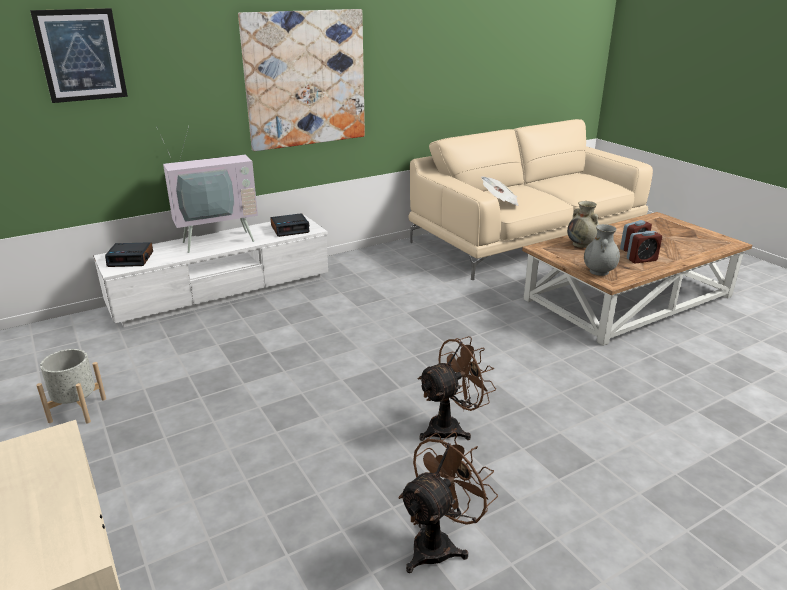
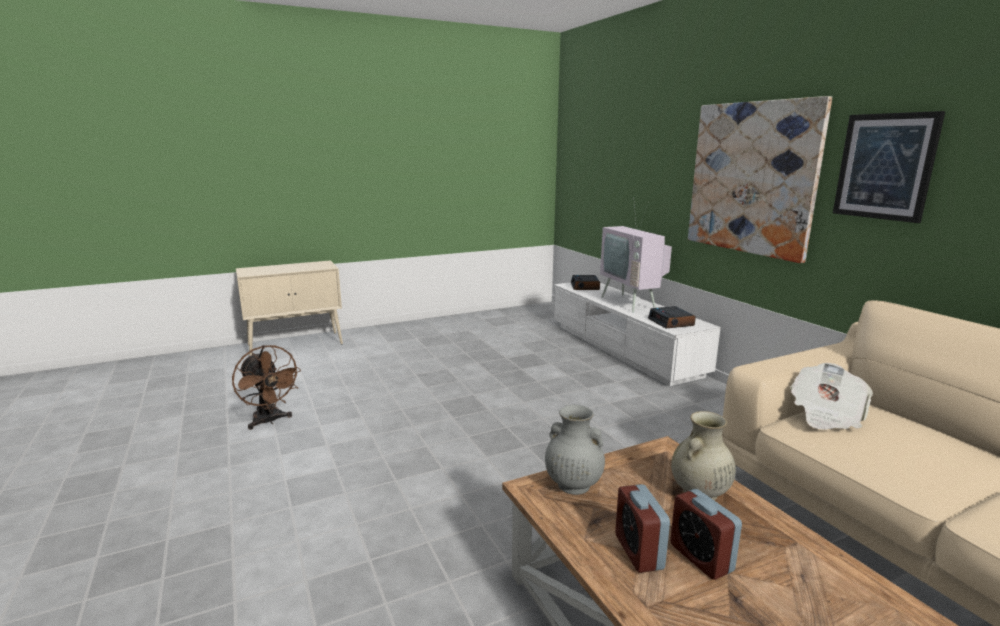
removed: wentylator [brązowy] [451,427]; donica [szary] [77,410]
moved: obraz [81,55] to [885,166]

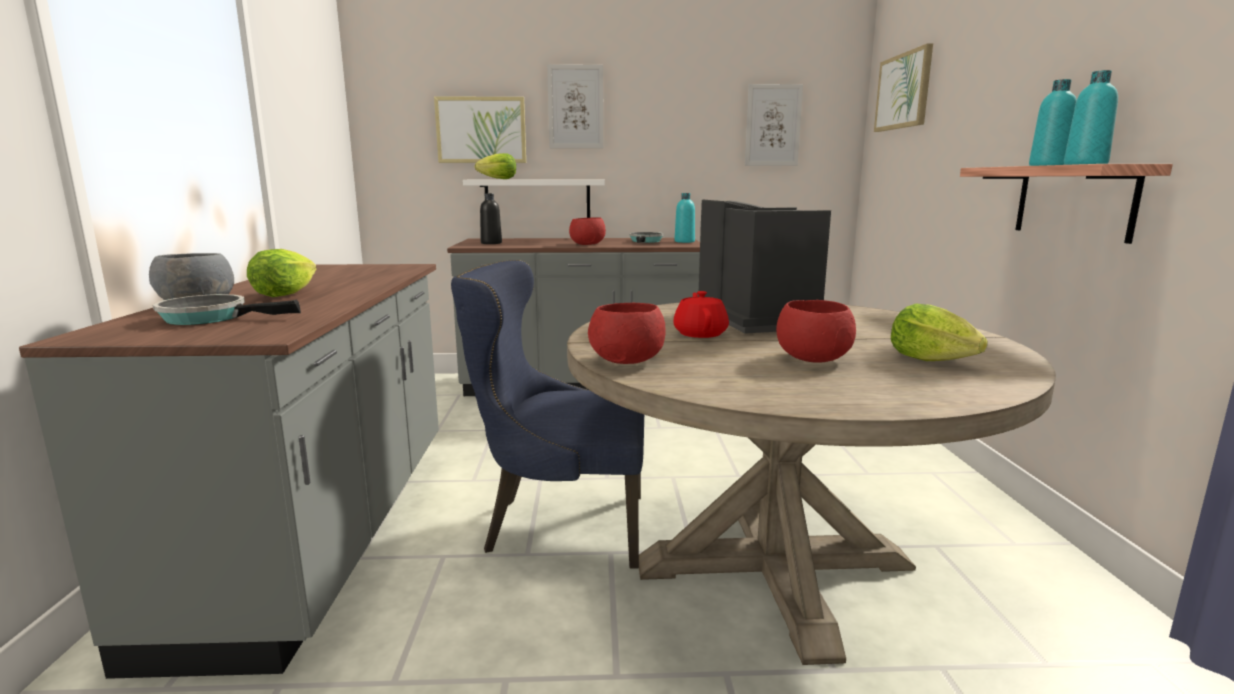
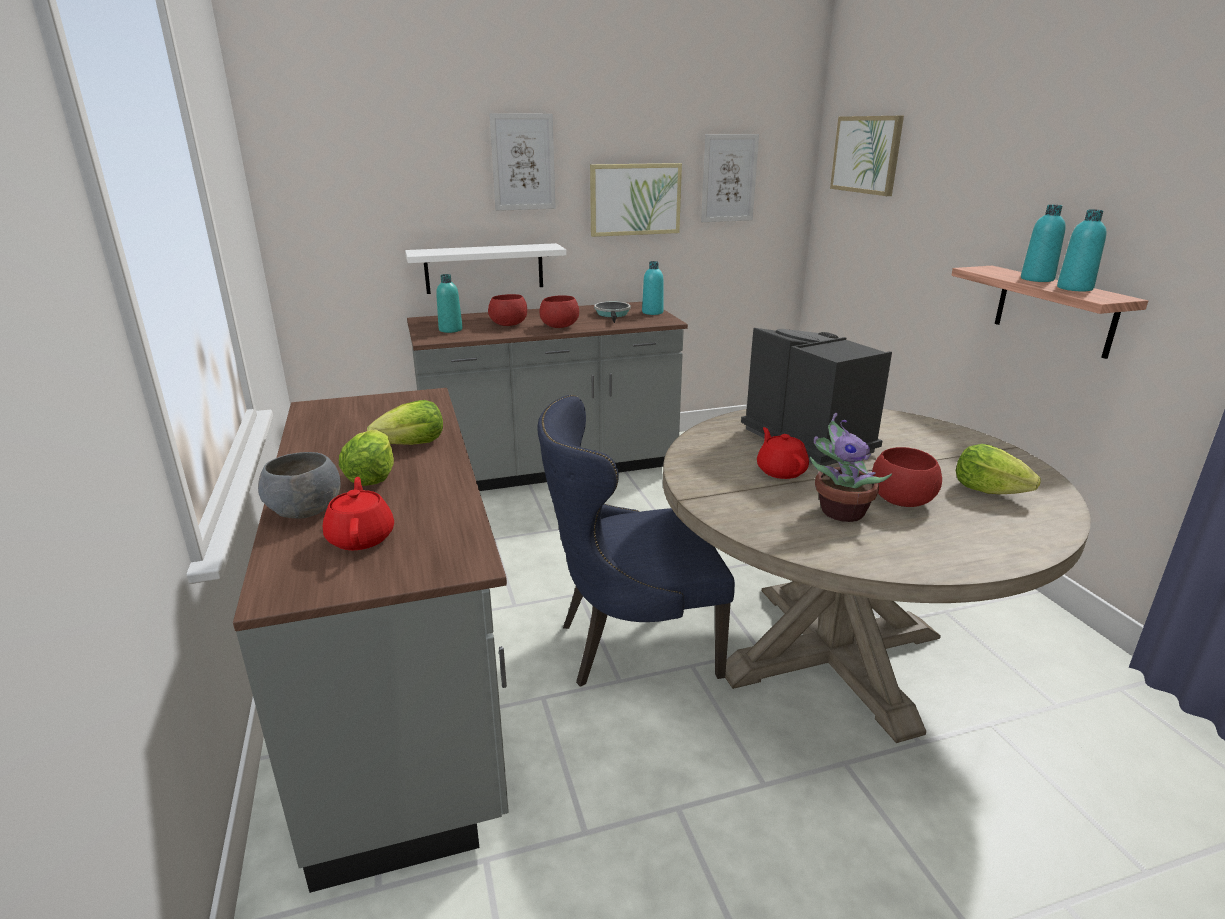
added: roślina doniczkowa [839,511]
moved: obraz [481,130] to [635,199]; sałata [498,179] to [412,445]; miska [czerwony] [626,360] to [508,324]
replaced: patelnia [211,318] to imbryk [czerwony] [361,537]
recoloured: butelka [czarny] [491,243] to butelka [turkusowy] [450,330]

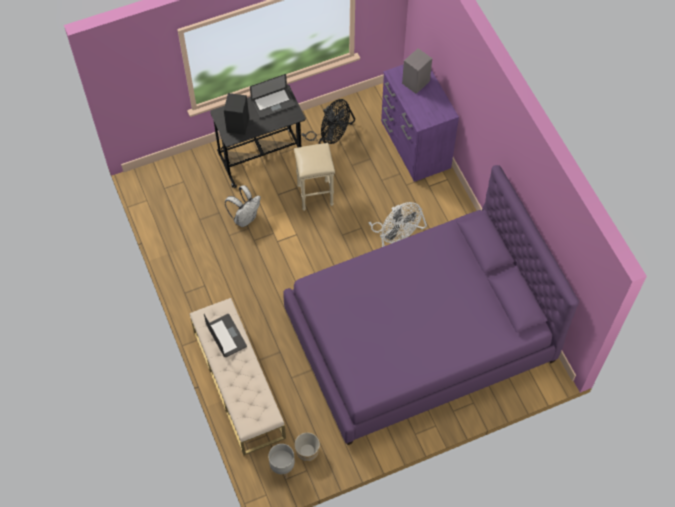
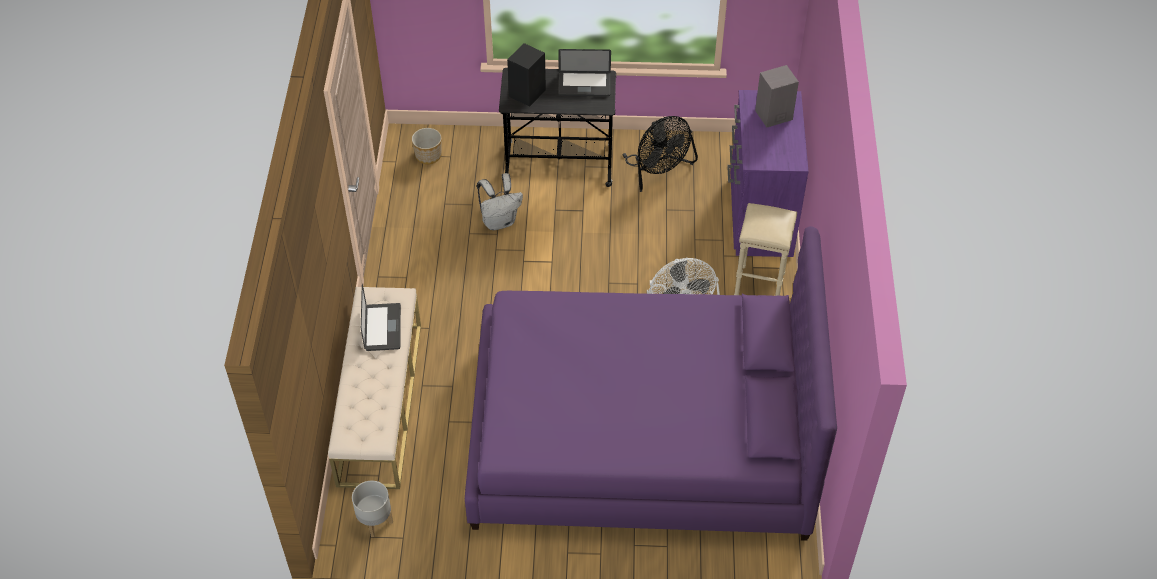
moved: stołek [beżowy] [314,196] to [758,286]; donica [307,451] to [428,155]

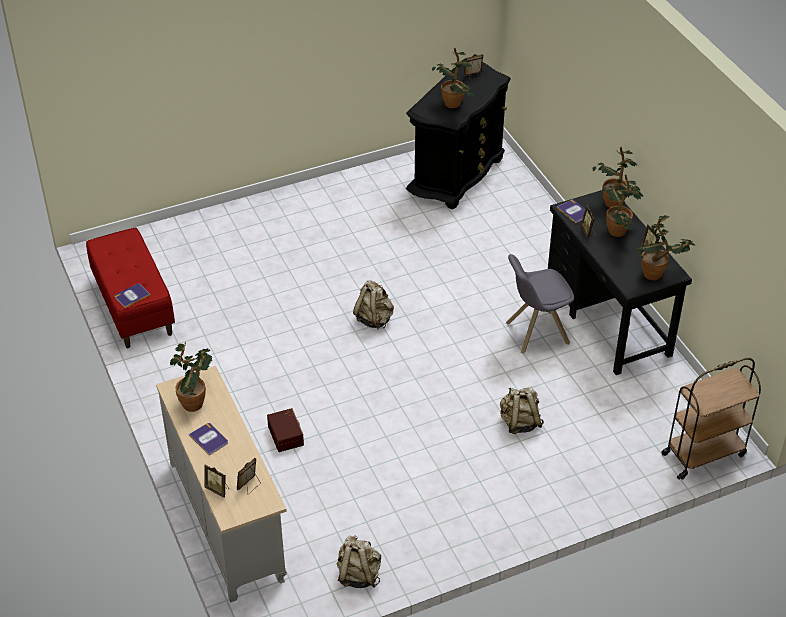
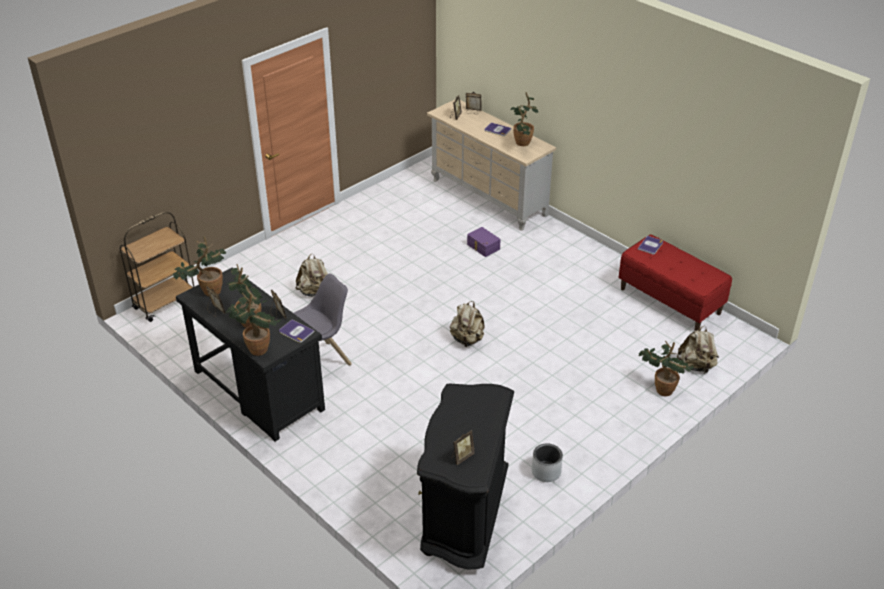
added: donica [szary] [546,472]
moved: roślina doniczkowa [453,106] to [661,388]; plecak [beżowy] [358,575] to [696,366]
recoloured: pojemnik do przechowywania [brązowy] [286,435] to pojemnik do przechowywania [fioletowy] [483,247]

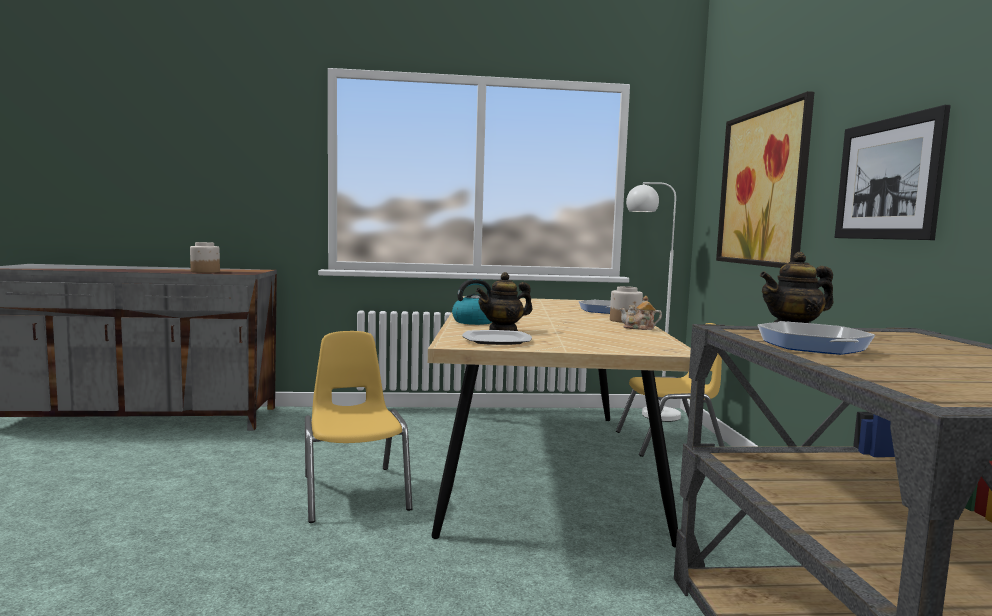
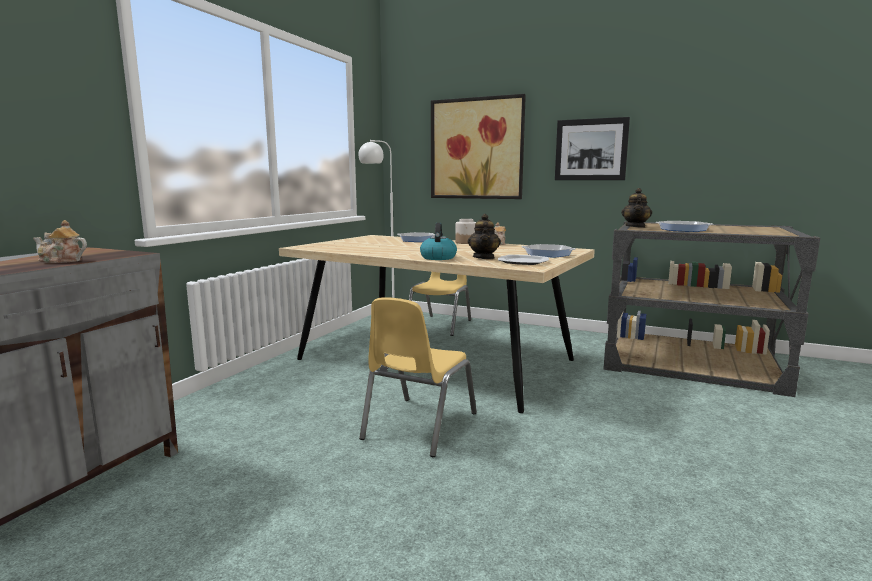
added: patelnia [547,254]
replaced: słoik [205,271] to imbryk [61,261]
turned: krzesło [żółty] [354,492] = [418,426] 75 degrees counterclockwise

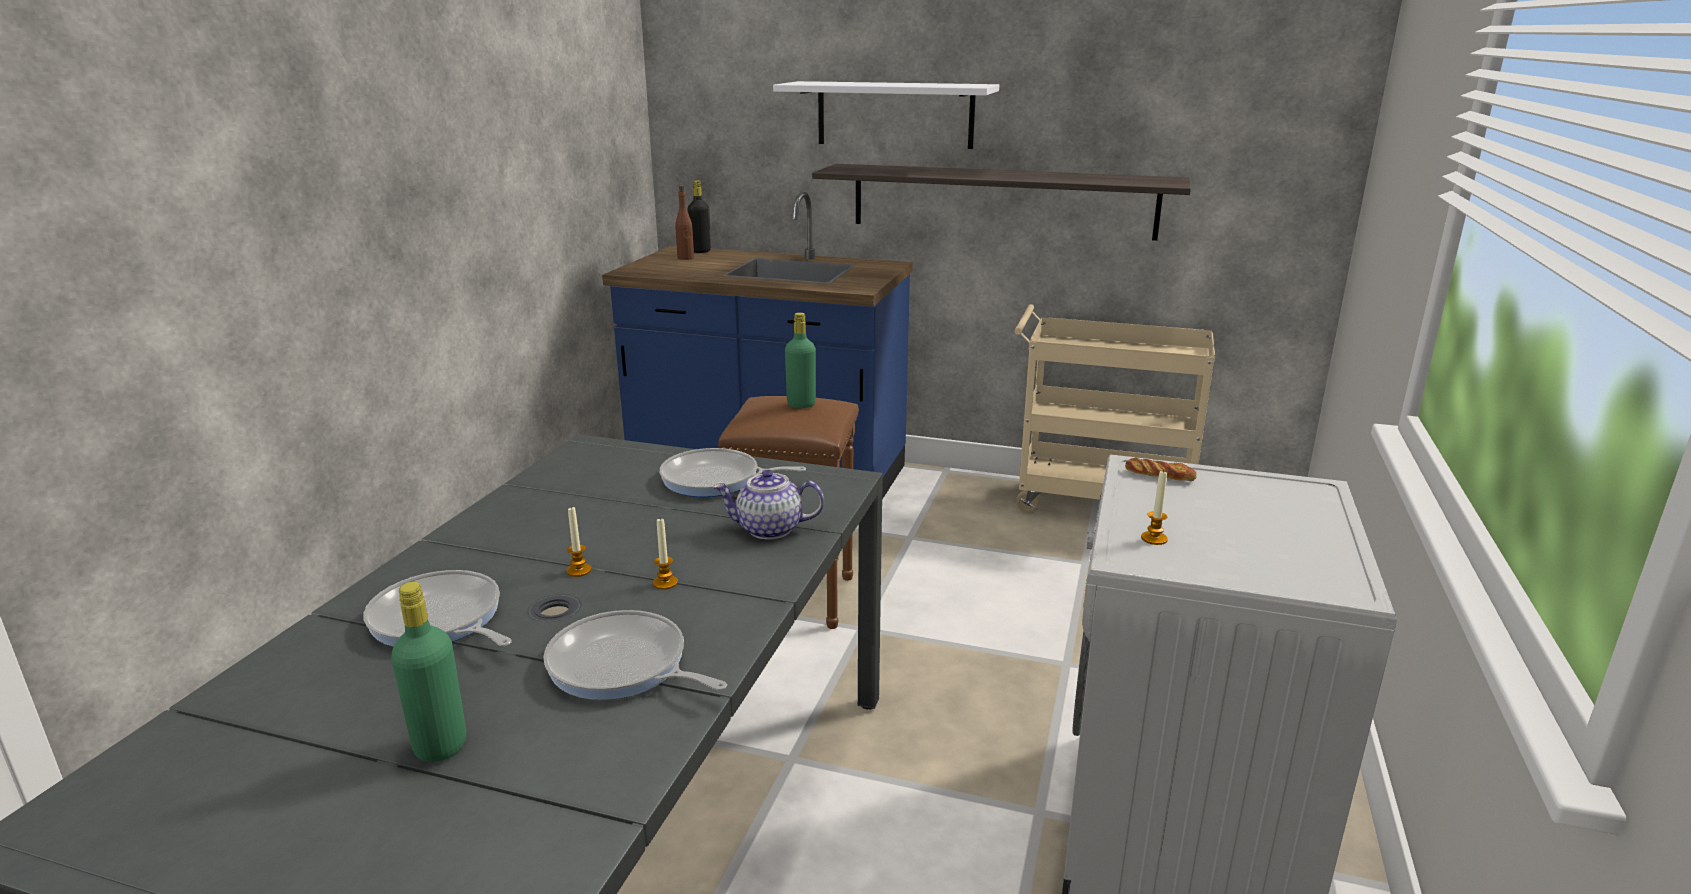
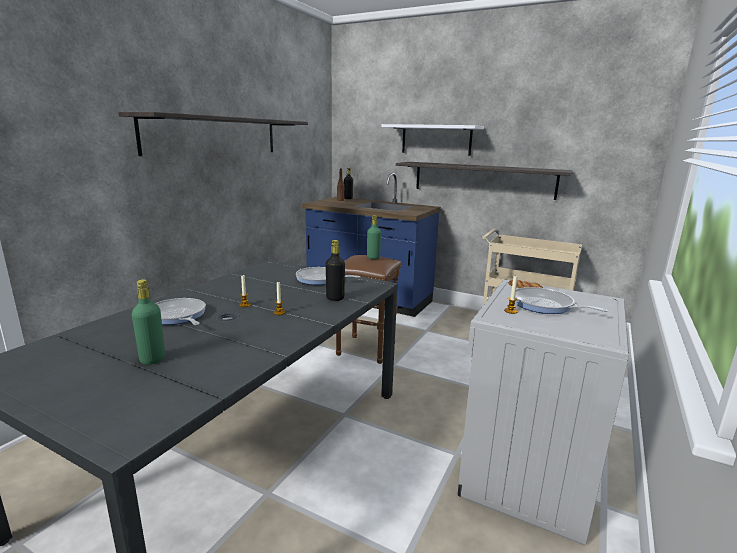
added: półka [215,135]
moved: patelnia [622,667] to [545,305]
replaced: imbryk [769,529] to butelka [czarny] [335,298]

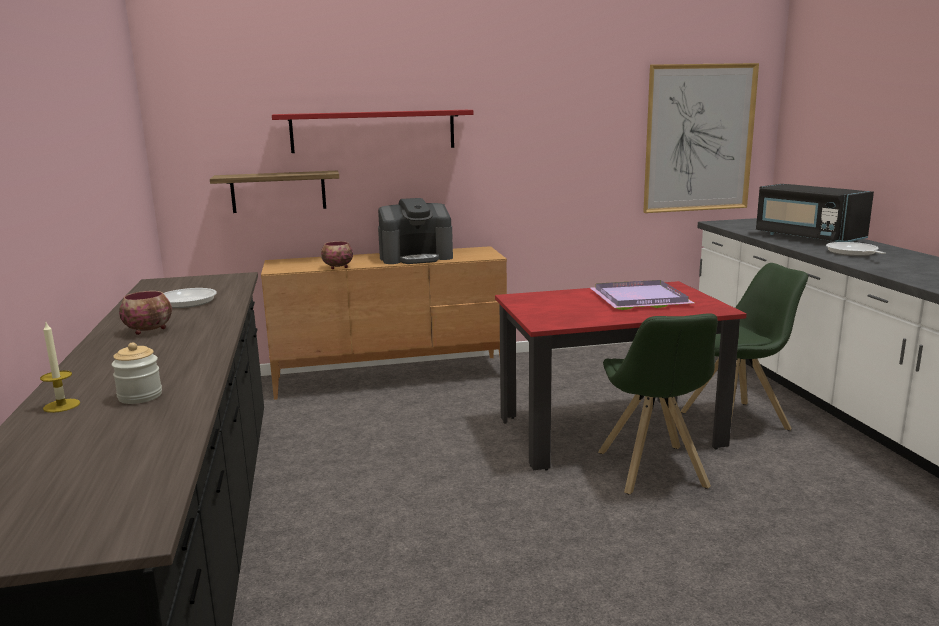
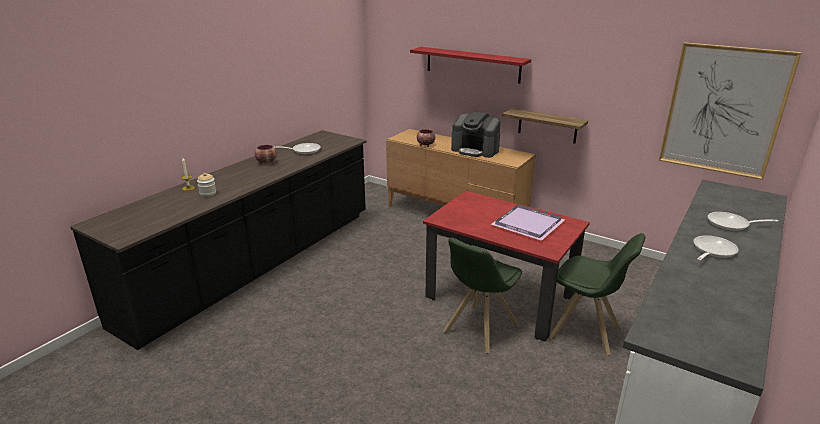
moved: półka [278,191] to [547,126]
replaced: mikrofalówka [czarny] [807,237] to patelnia [731,224]

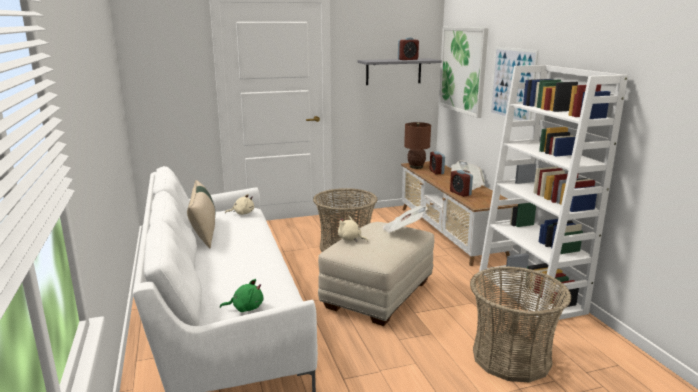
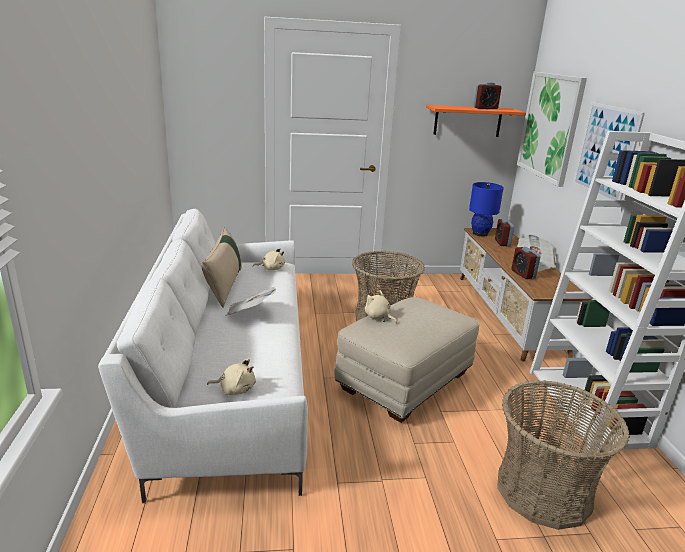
moved: gazeta [403,230] to [250,313]
recoloured: półka [szary] [393,71] to półka [pomarańczowy] [467,121]; lampa stołowa [brązowy] [416,167] to lampa stołowa [niebieski] [480,234]; pluszak [zielony] [245,308] to pluszak [beżowy] [235,389]

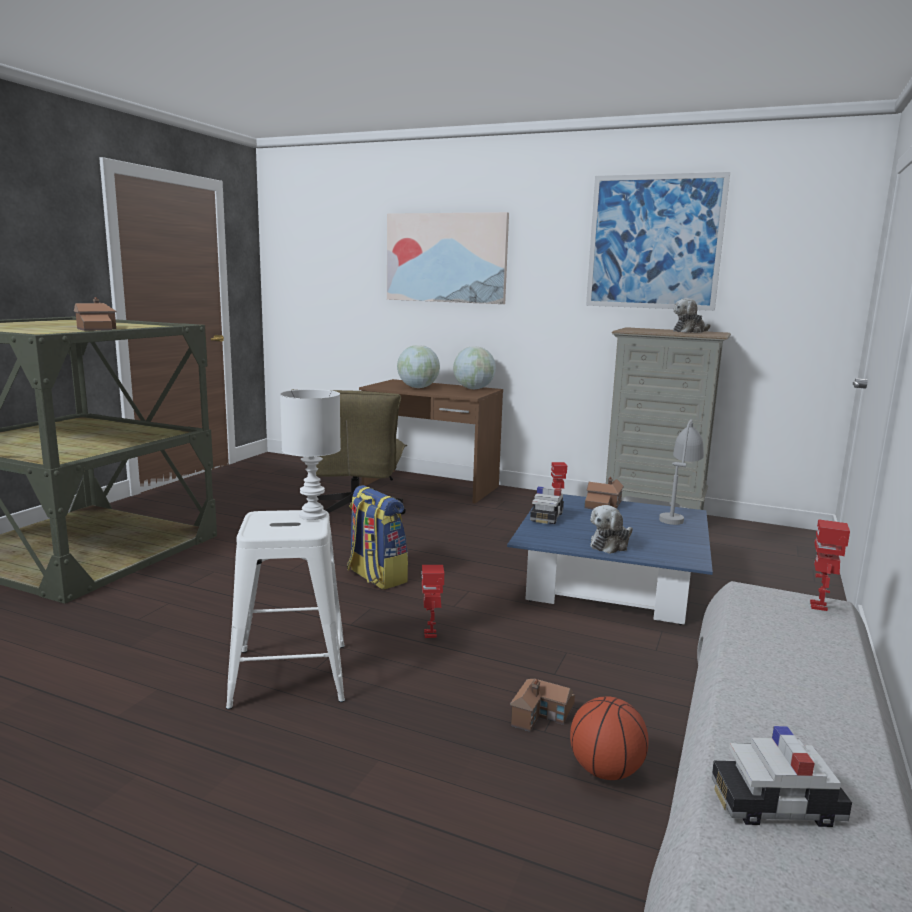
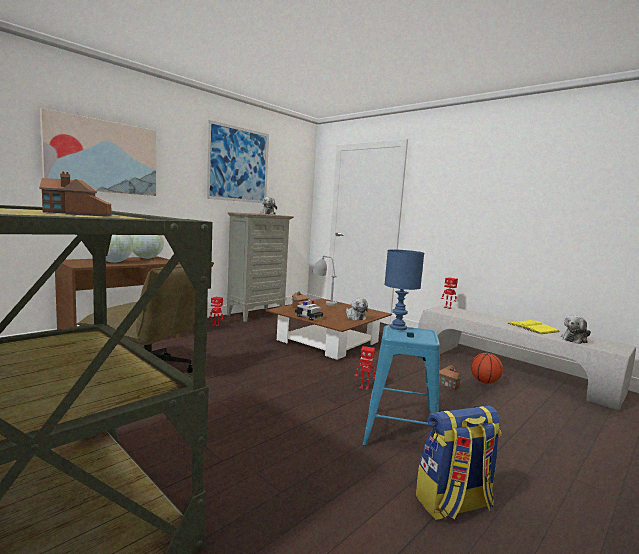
added: książka [żółty] [532,327]
moved: plecak [375,577] to [454,504]
replaced: samochodzik [775,804] to pluszak [574,339]
recoloured: lampa stołowa [biały] [311,515] to lampa stołowa [niebieski] [398,328]; ława [niebieski] [611,582] to ława [brązowy] [328,341]; stołek [biały] [290,674] to stołek [niebieski] [399,432]

